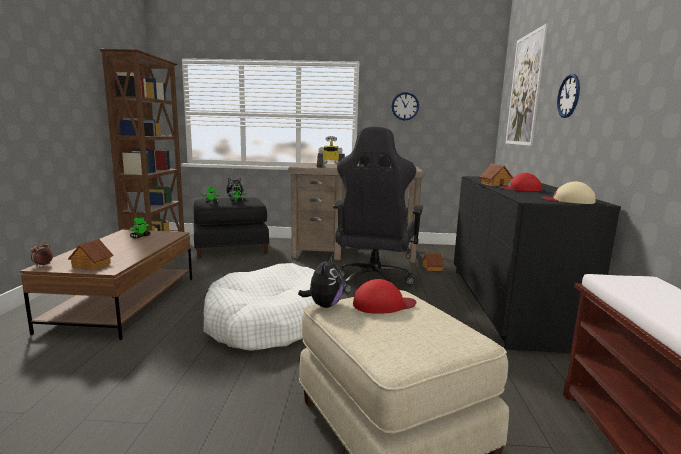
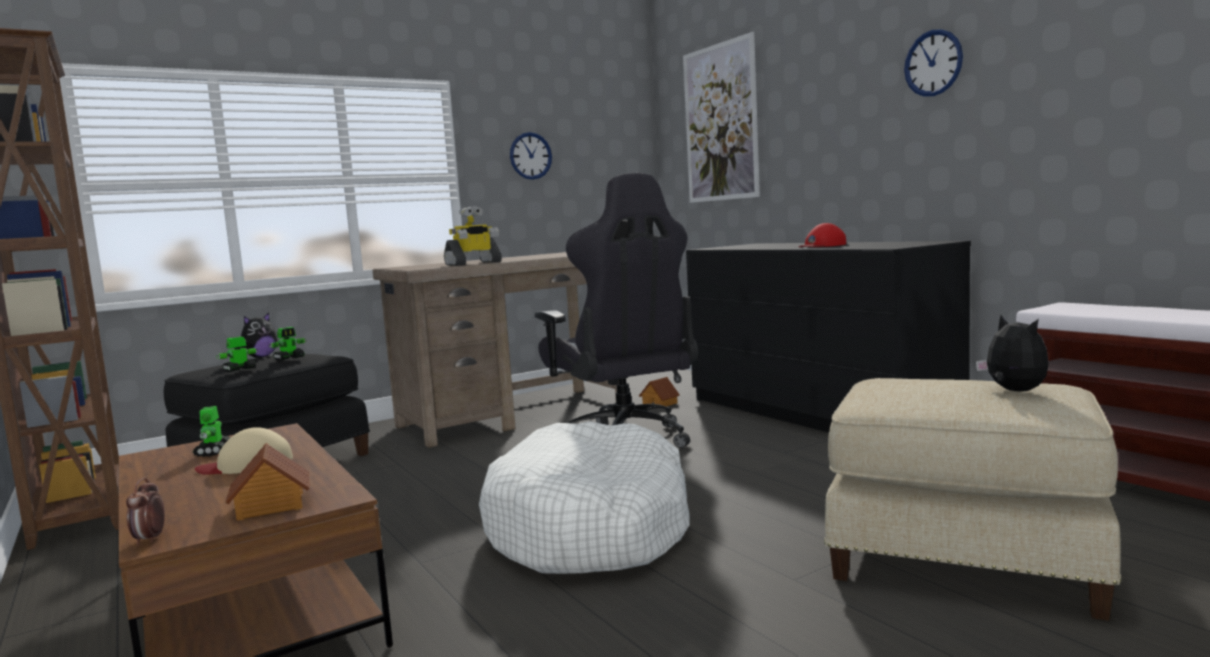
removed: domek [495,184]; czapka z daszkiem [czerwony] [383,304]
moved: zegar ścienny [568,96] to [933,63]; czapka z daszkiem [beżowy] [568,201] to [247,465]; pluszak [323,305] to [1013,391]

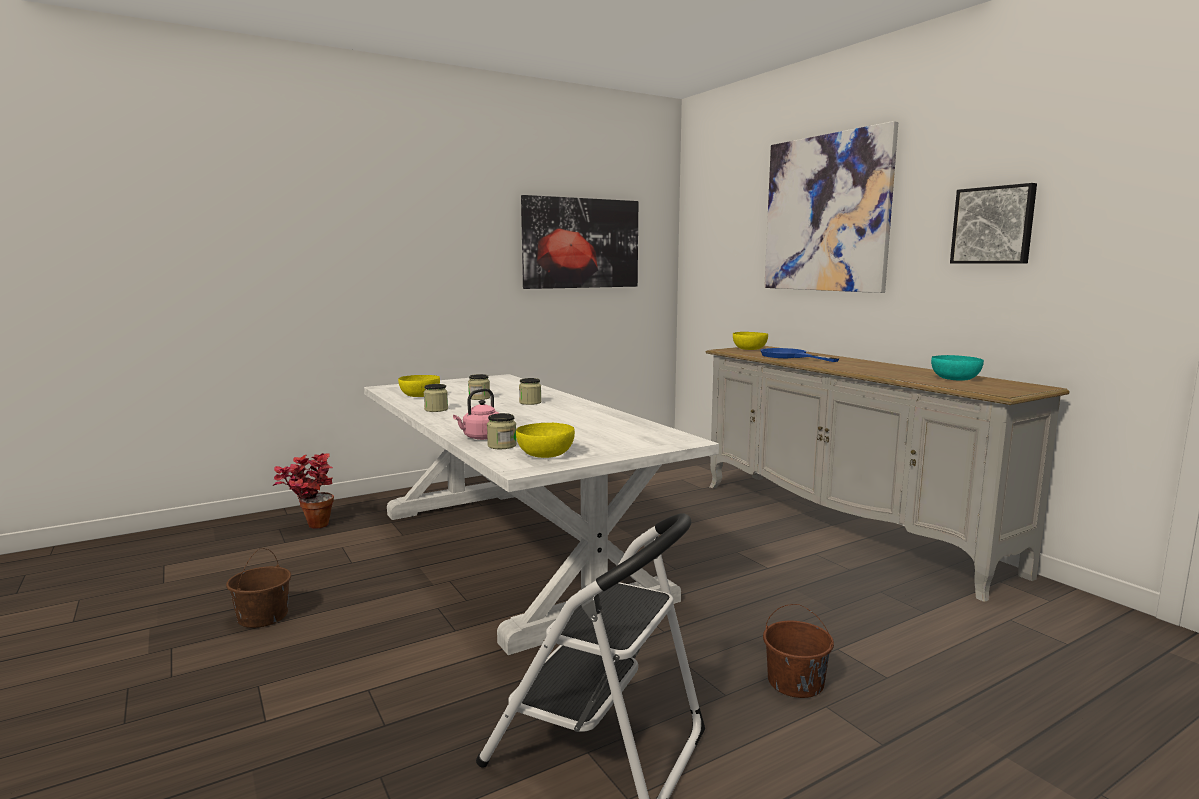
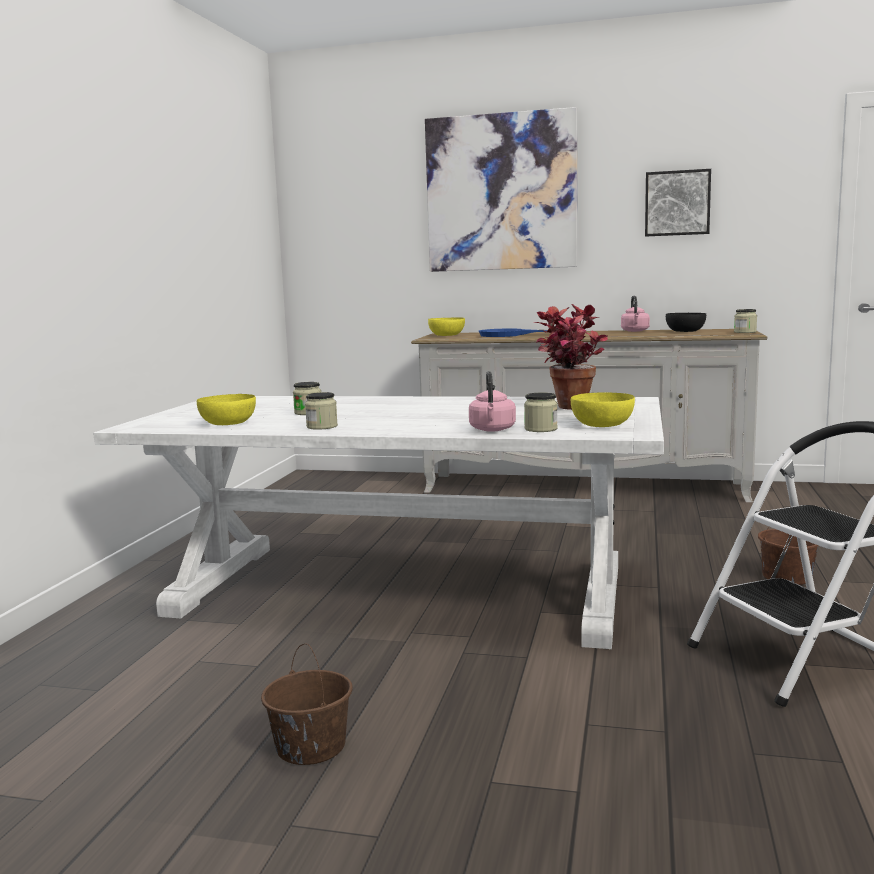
removed: obraz [581,243]
added: czajnik [różowy] [635,331]
moved: słoik [530,402] to [745,332]; roślina doniczkowa [310,526] to [568,410]
recoloured: miska [turkusowy] [954,379] to miska [czarny] [684,331]

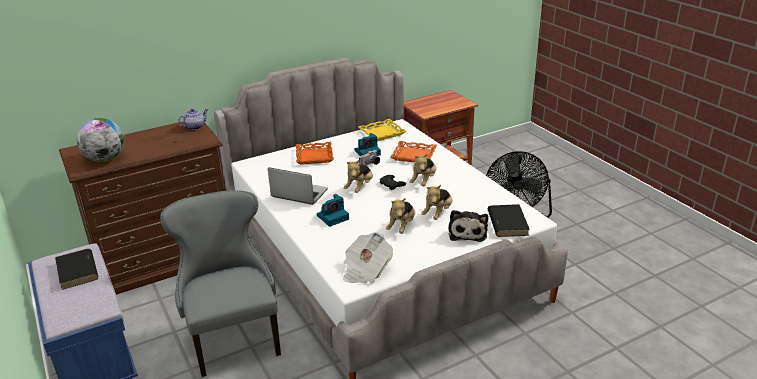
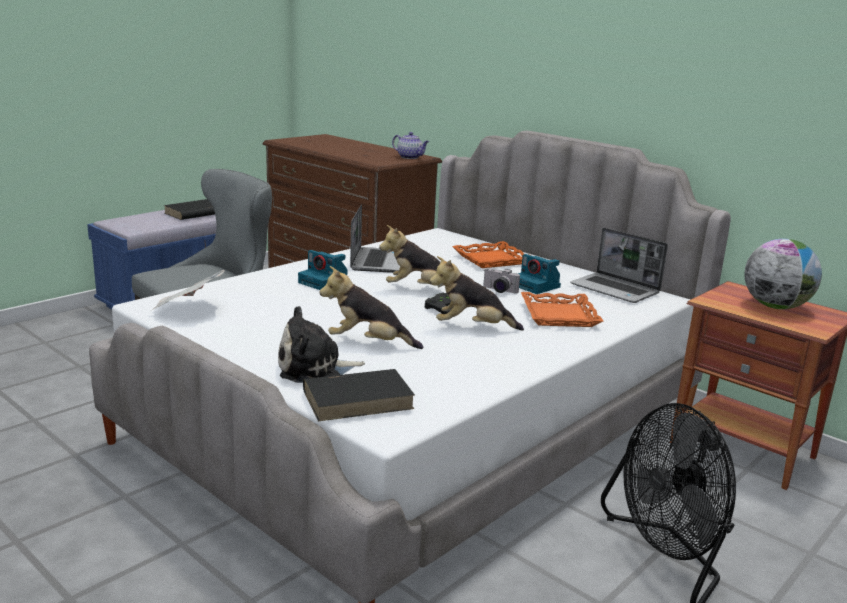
removed: pluszak [401,226]
moved: globus [105,159] to [775,307]
replaced: taca [żółty] [382,133] to laptop [616,290]

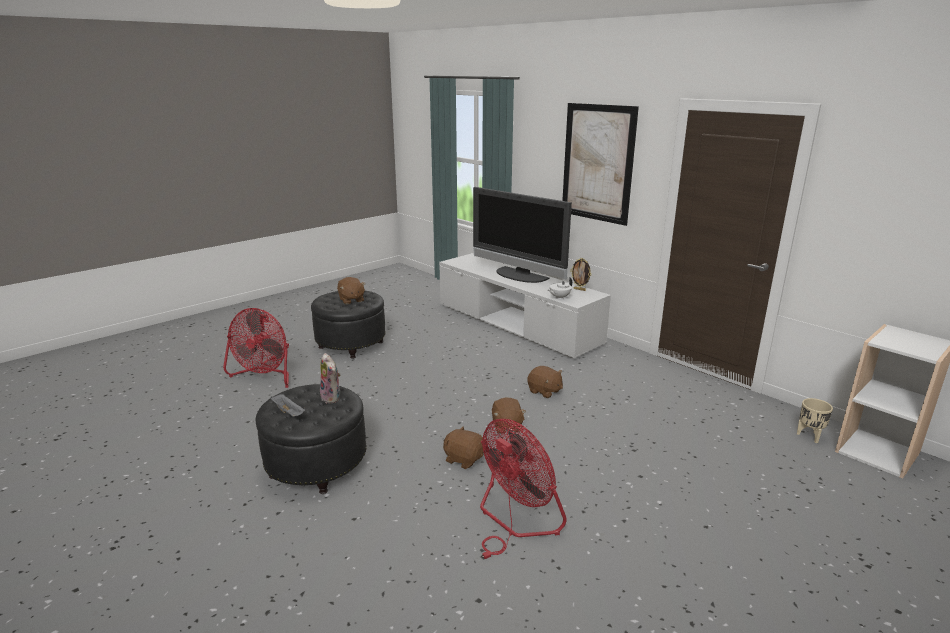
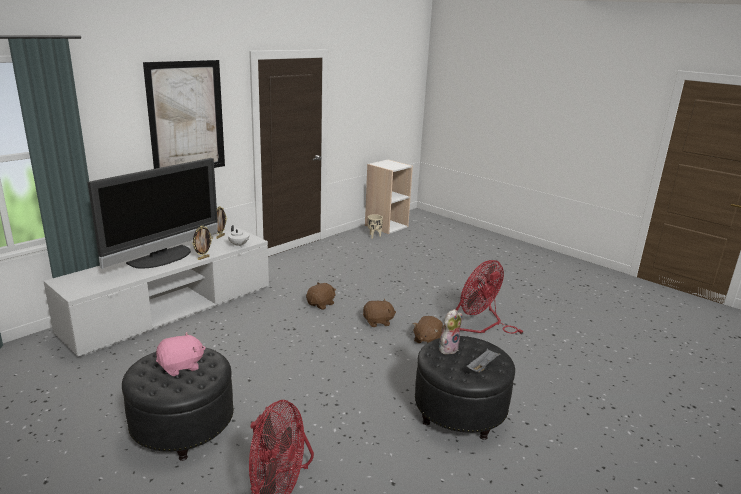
added: ramka na zdjęcie [203,258]
recoloured: pluszak [brązowy] [351,300] to pluszak [różowy] [181,366]

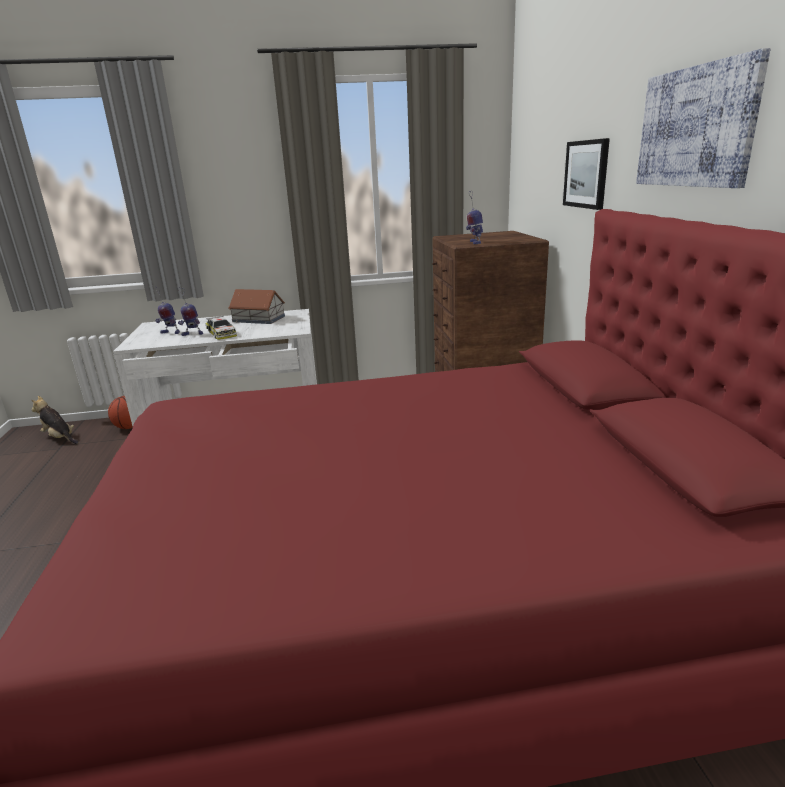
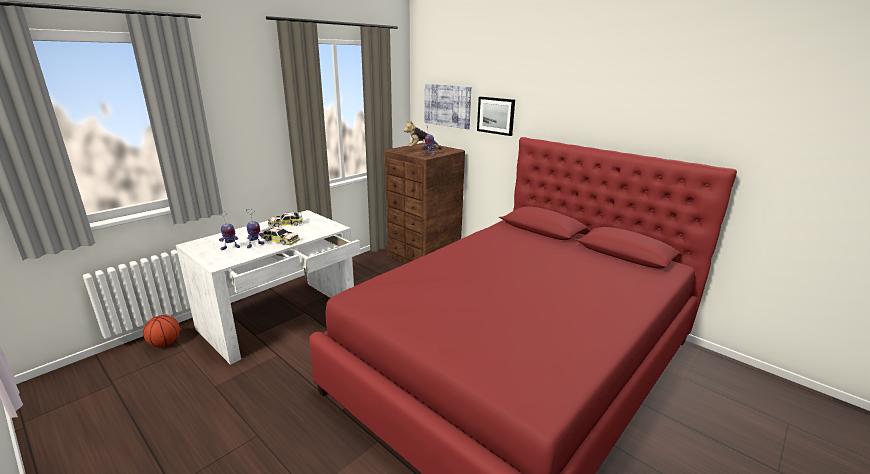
moved: obraz [695,127] to [447,105]; pluszak [60,438] to [421,150]
replaced: domek [259,319] to samochodzik [285,224]

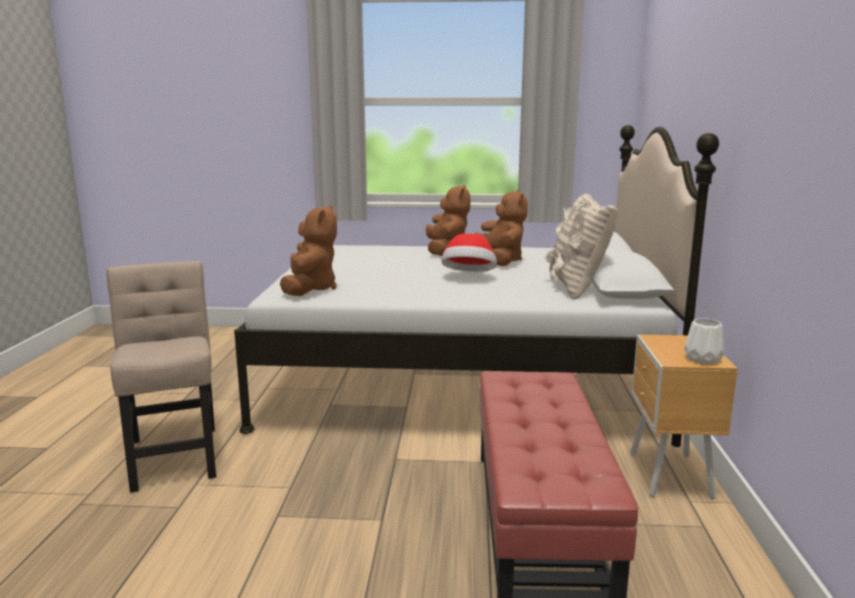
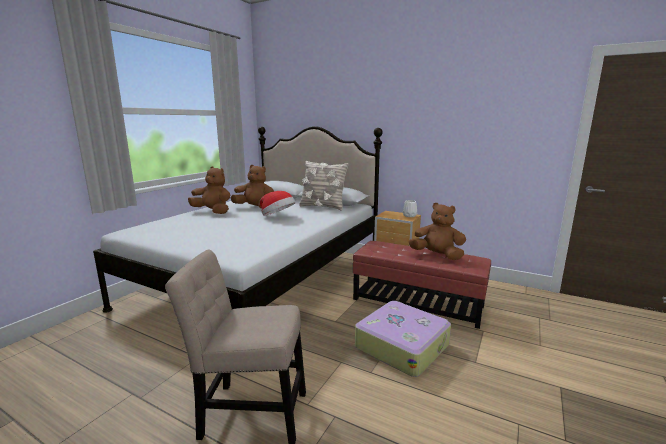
added: walizka [402,345]
moved: pluszak [brązowy] [310,289] to [437,255]

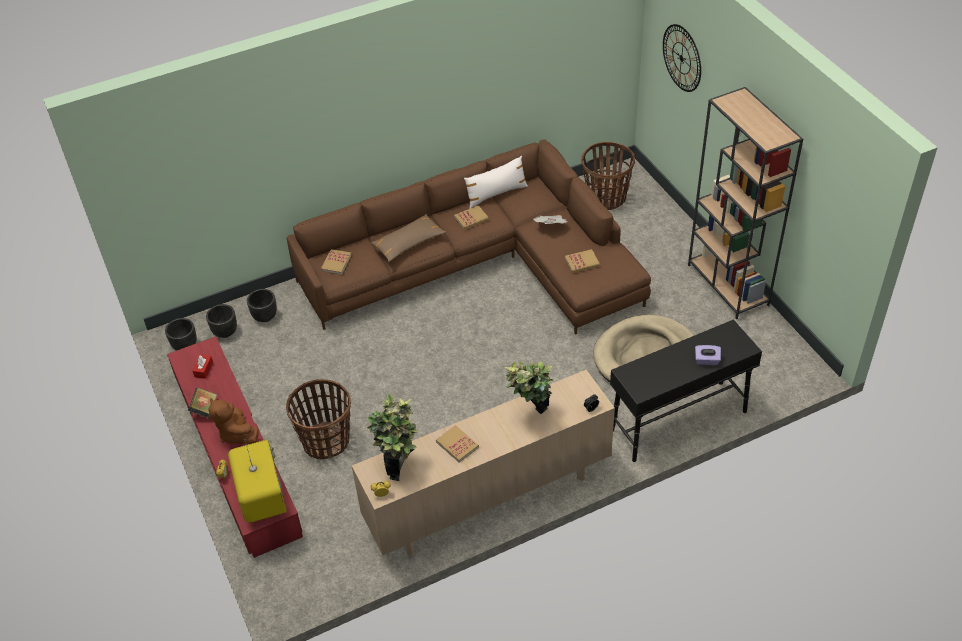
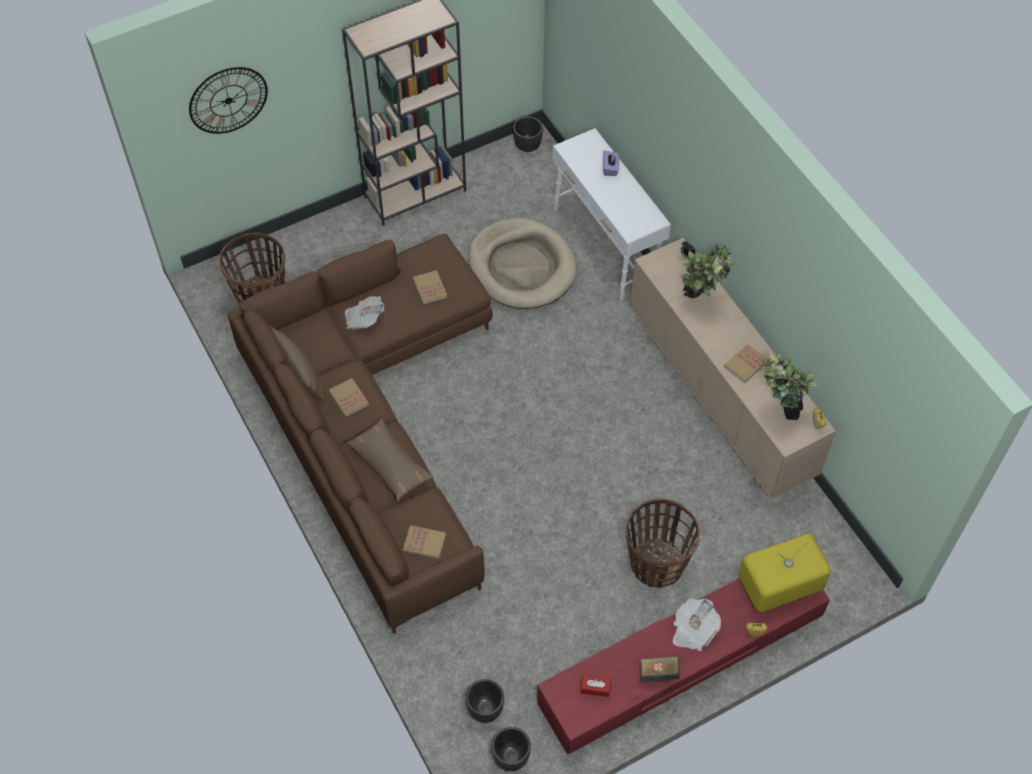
moved: donica [czarny] [264,316] to [528,146]
replaced: pluszak [brązowy] [236,433] to gazeta [693,630]
recoloured: poduszka [biały] [496,194] to poduszka [brązowy] [301,375]; stolik konsolowy [czarny] [677,420] to stolik konsolowy [biały] [604,246]

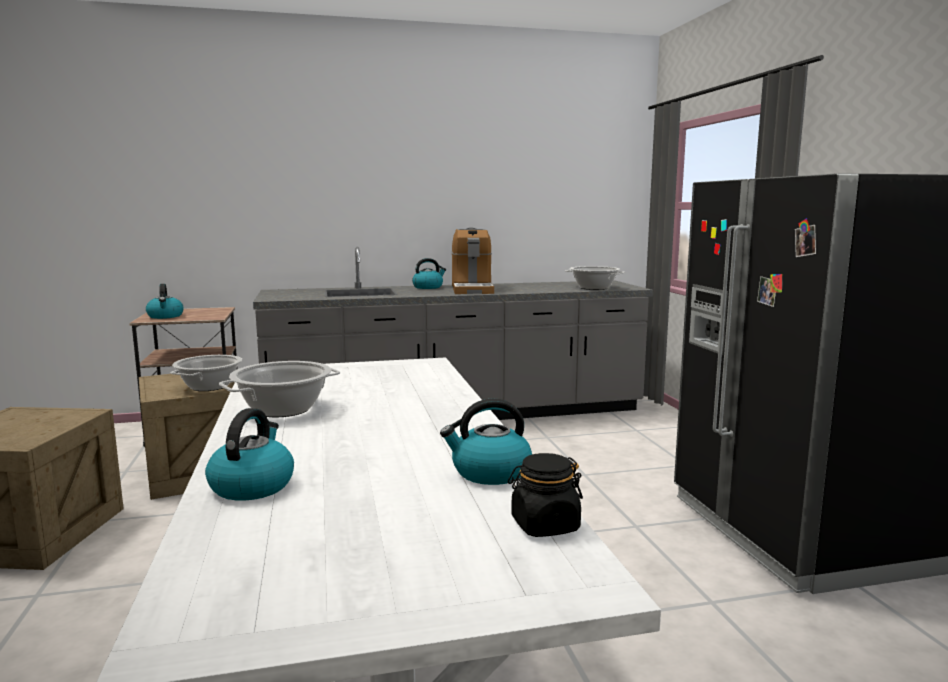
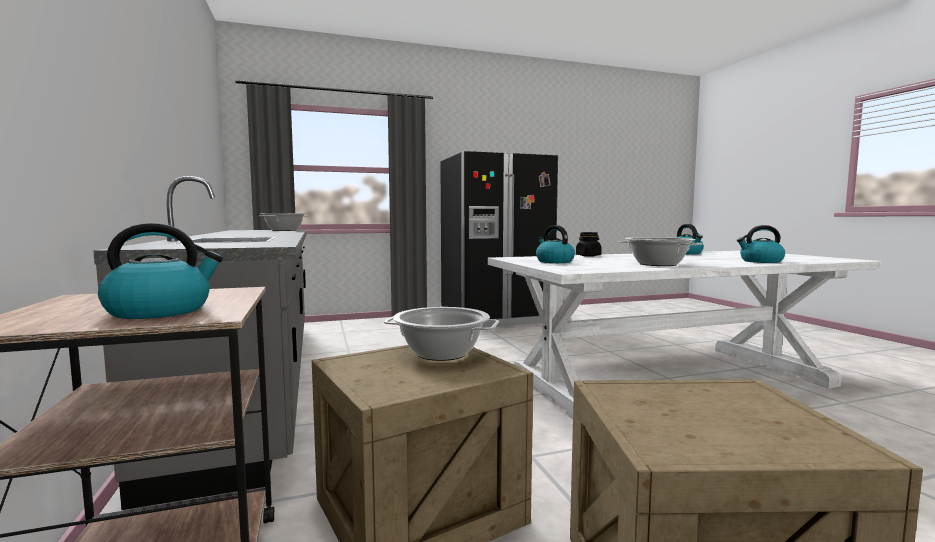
removed: ekspres do kawy [472,289]
moved: czajnik [428,287] to [554,261]; słoik [czarny] [544,525] to [588,256]

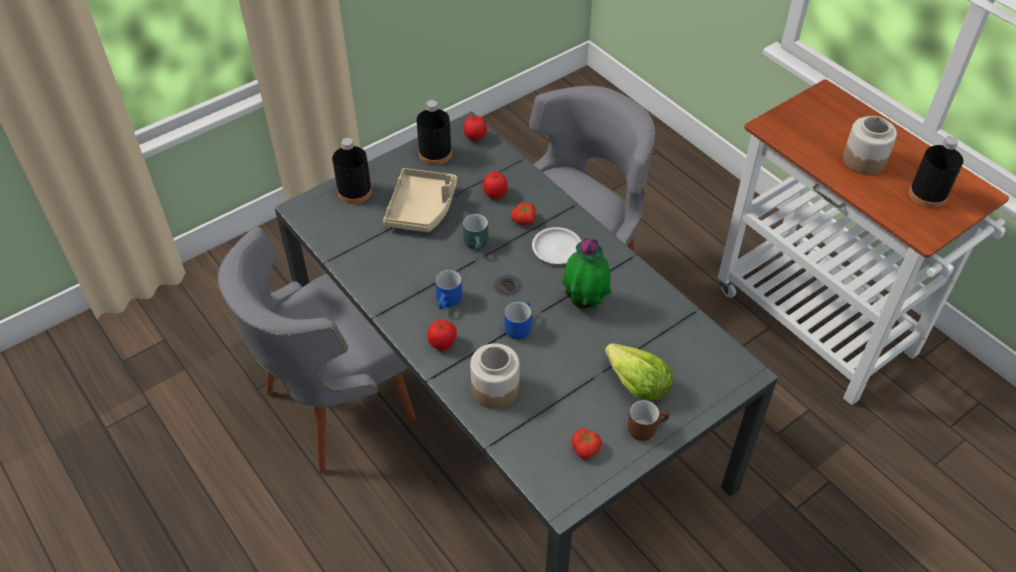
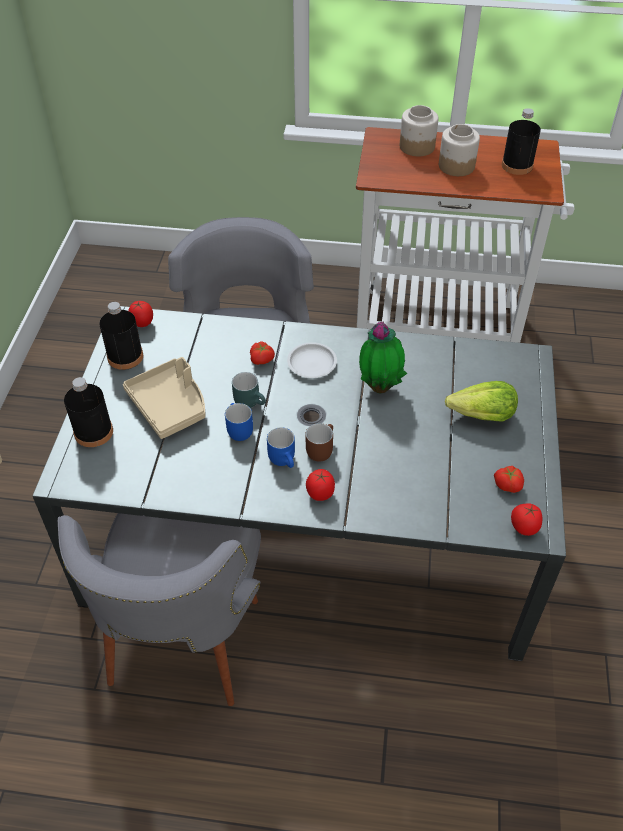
moved: pomidor [495,194] to [523,527]; kubek [niebieski] [517,327] to [237,429]; słoik [495,388] to [416,146]; kubek [brązowy] [645,427] to [319,448]

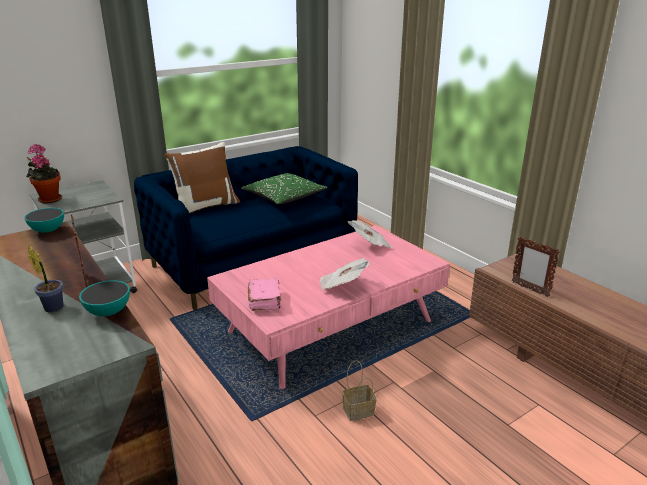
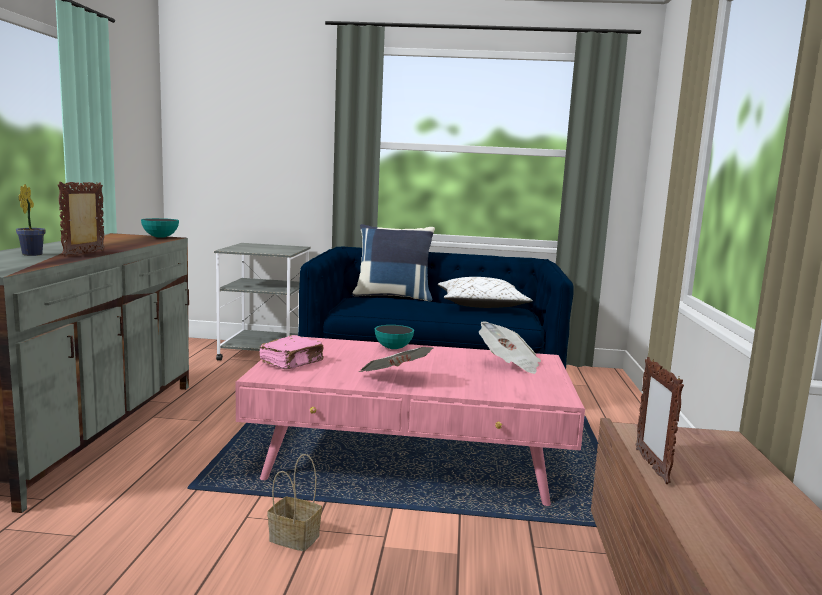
removed: roślina doniczkowa [49,199]
moved: miska [108,312] to [393,348]
recoloured: poduszka [brązowy] [205,206] to poduszka [niebieski] [393,296]; poduszka [zielony] [284,198] to poduszka [biały] [481,306]

